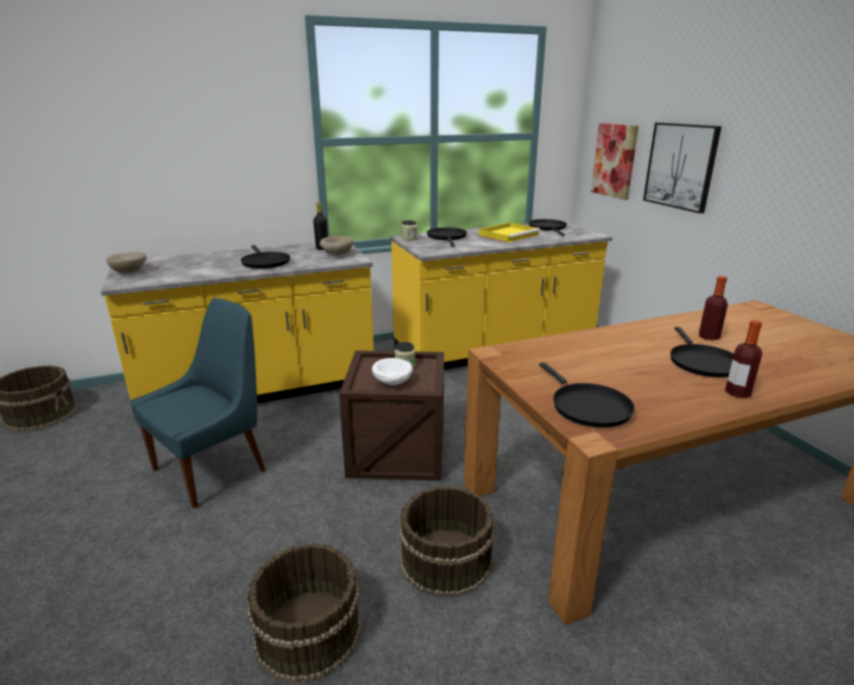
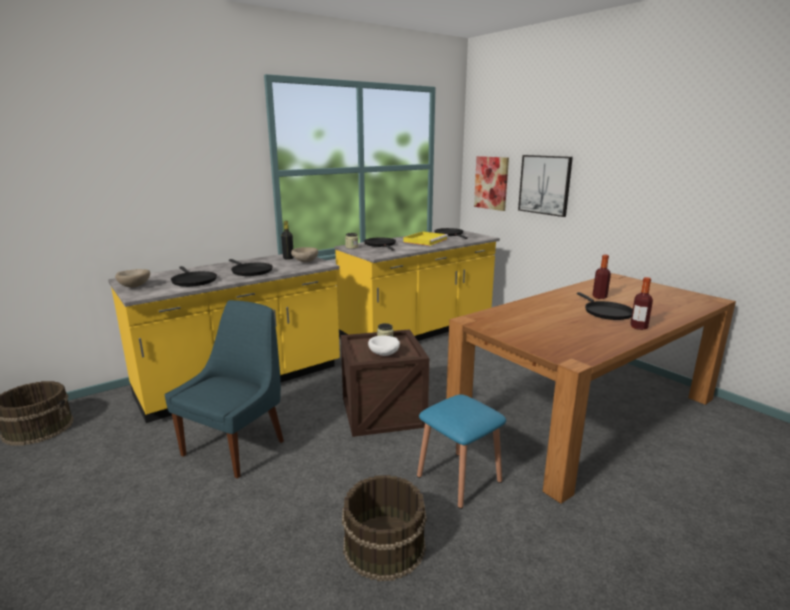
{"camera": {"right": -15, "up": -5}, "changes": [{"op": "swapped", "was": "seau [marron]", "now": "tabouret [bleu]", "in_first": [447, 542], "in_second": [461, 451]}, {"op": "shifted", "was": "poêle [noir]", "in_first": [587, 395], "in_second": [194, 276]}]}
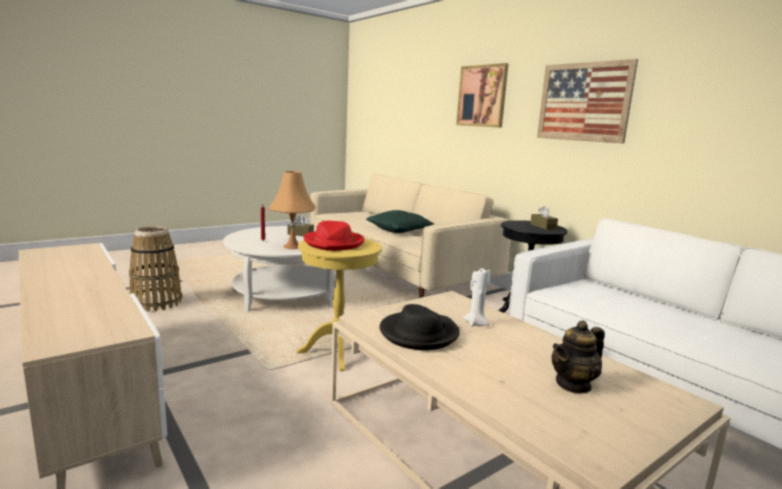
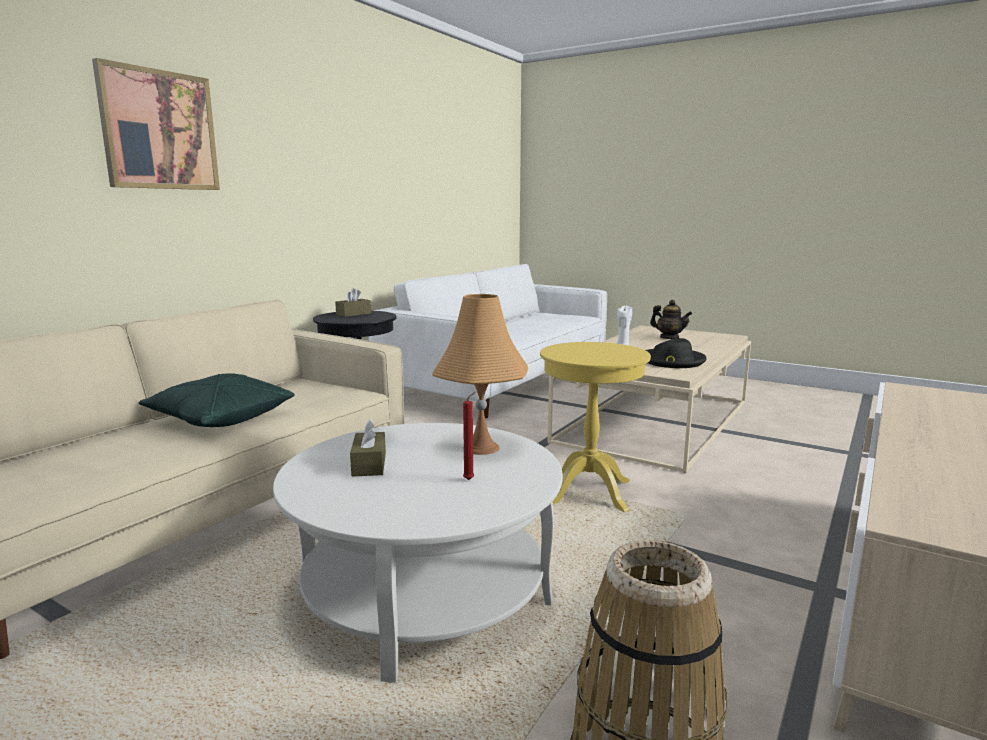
{"camera": {"right": -110, "up": 0}, "changes": [{"op": "gone", "was": "chapeau [rouge]", "in_first": [334, 236]}, {"op": "gone", "was": "tableau", "in_first": [587, 101]}]}
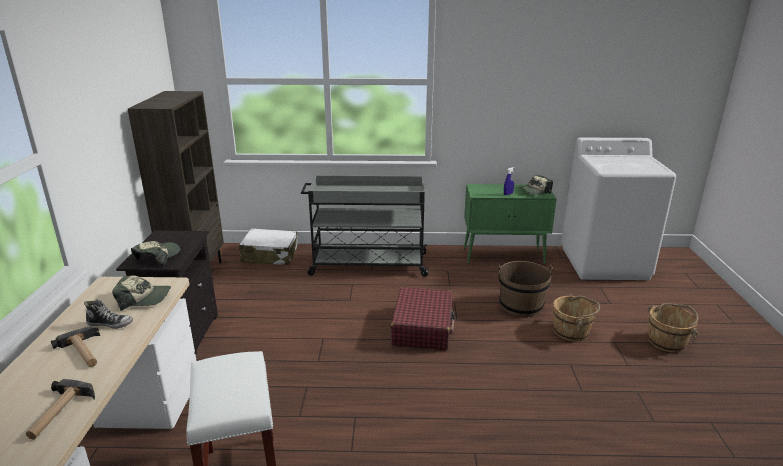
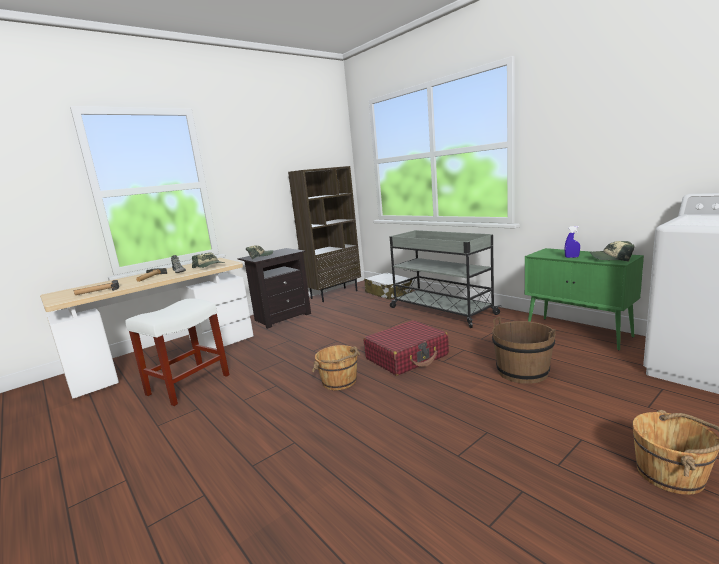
{"camera": {"right": 50, "up": -10}, "changes": [{"op": "shifted", "was": "seau [marron]", "in_first": [576, 318], "in_second": [336, 367]}]}
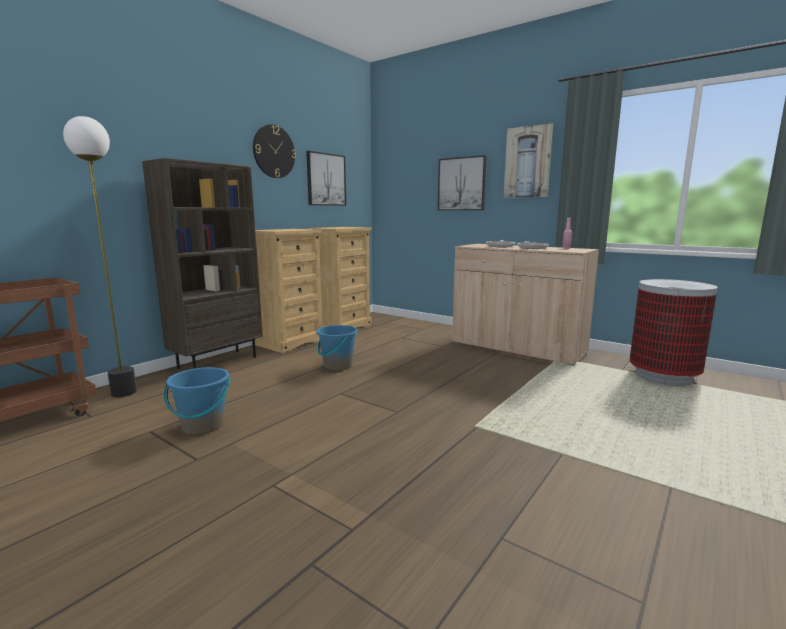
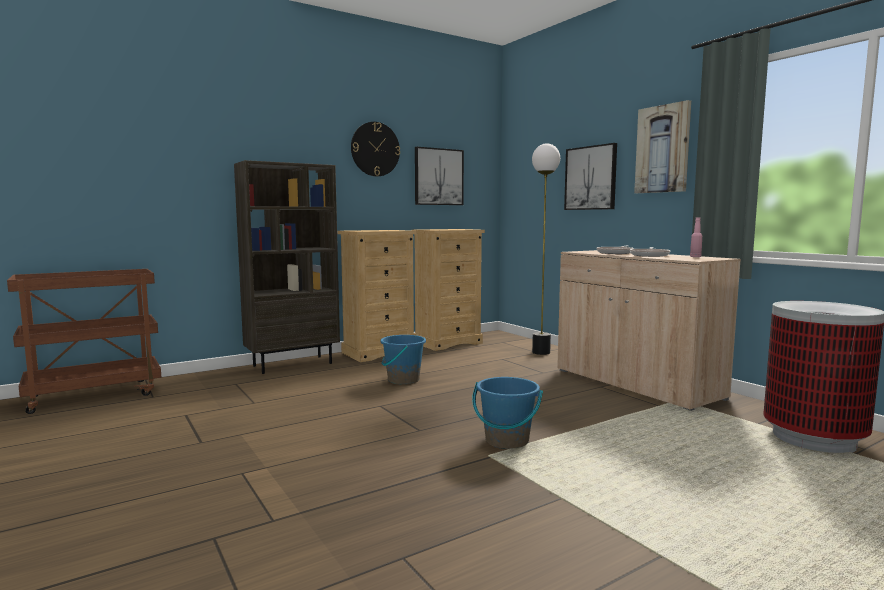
{"camera": {"right": 20, "up": -5}, "changes": [{"op": "shifted", "was": "lampadaire", "in_first": [100, 256], "in_second": [546, 249]}, {"op": "shifted", "was": "seau [bleu]", "in_first": [197, 401], "in_second": [507, 413]}]}
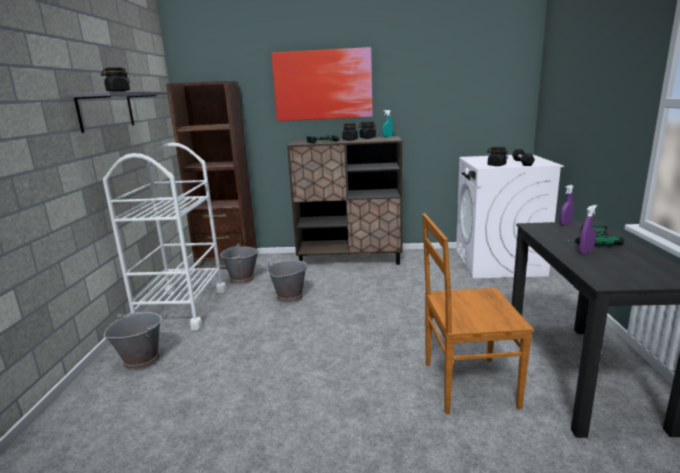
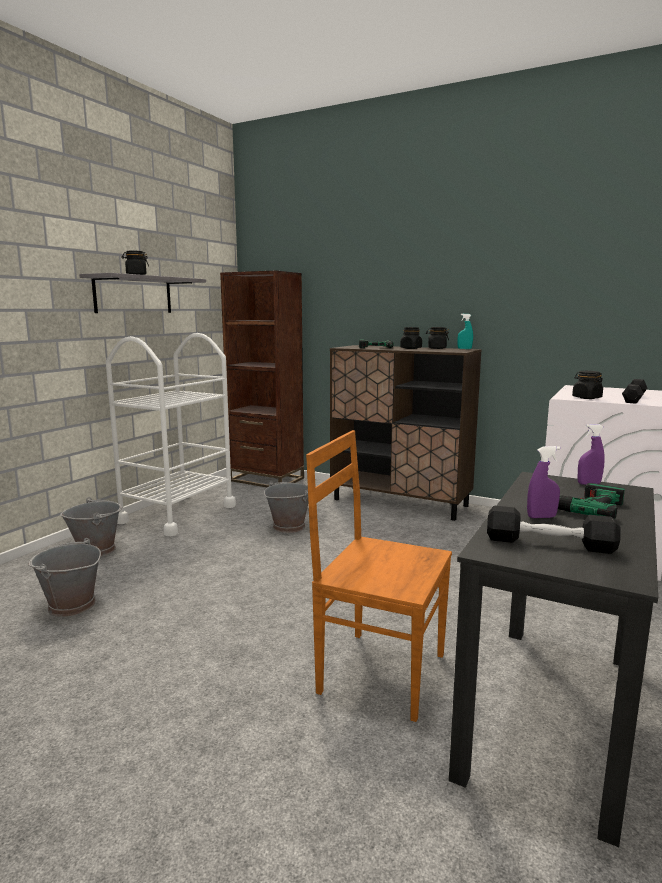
{"camera": {"right": 25, "up": -5}, "changes": [{"op": "shifted", "was": "seau [gris]", "in_first": [239, 263], "in_second": [65, 577]}, {"op": "gone", "was": "tableau", "in_first": [322, 84]}, {"op": "new", "now": "haltère [noir]", "in_second": [554, 530]}]}
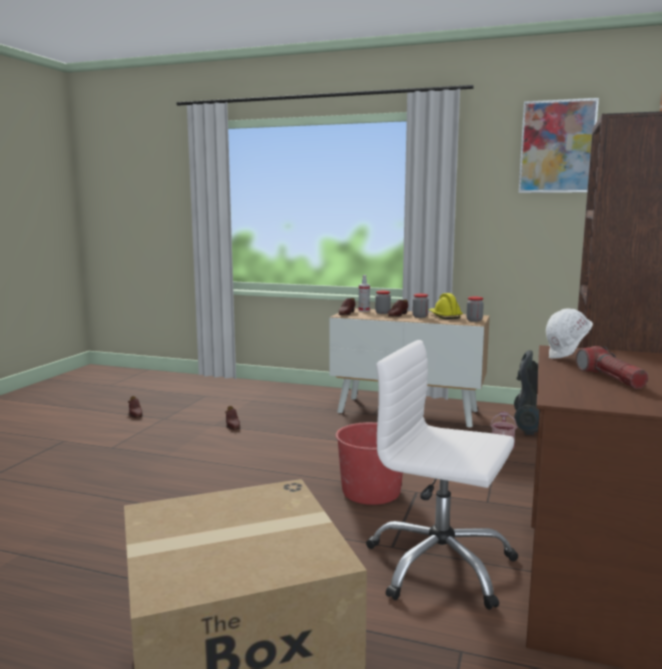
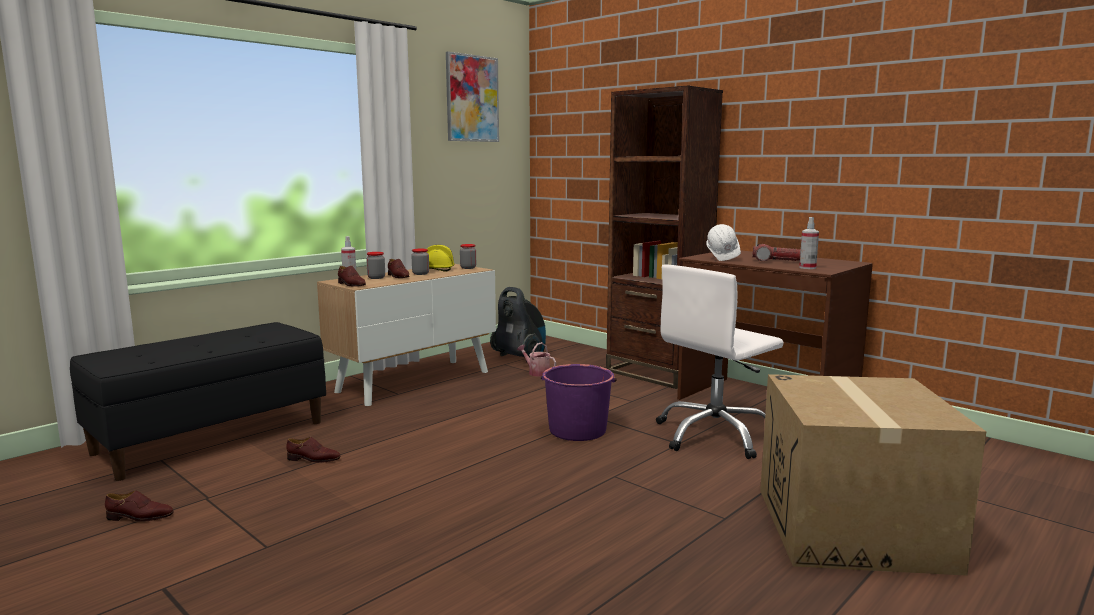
{"camera": {"right": -65, "up": 0}, "changes": [{"op": "repainted", "was": "seau [rouge]", "now": "seau [violet]", "in_first": [369, 463], "in_second": [579, 402]}, {"op": "new", "now": "banc [noir]", "in_second": [198, 401]}, {"op": "new", "now": "vaporisateur", "in_second": [809, 243]}]}
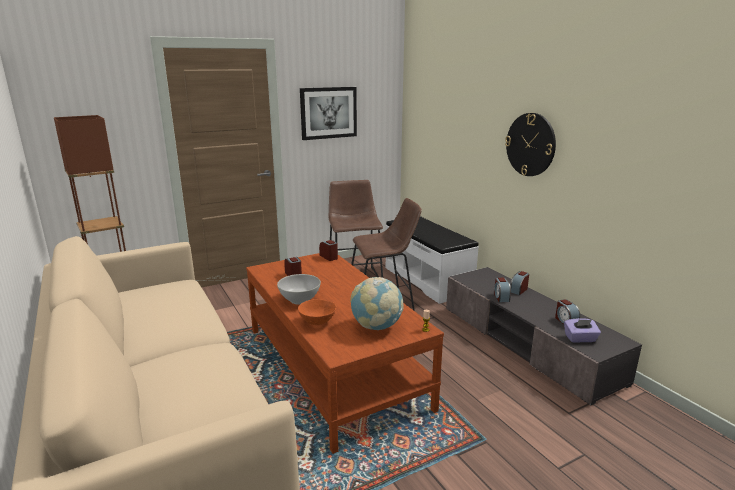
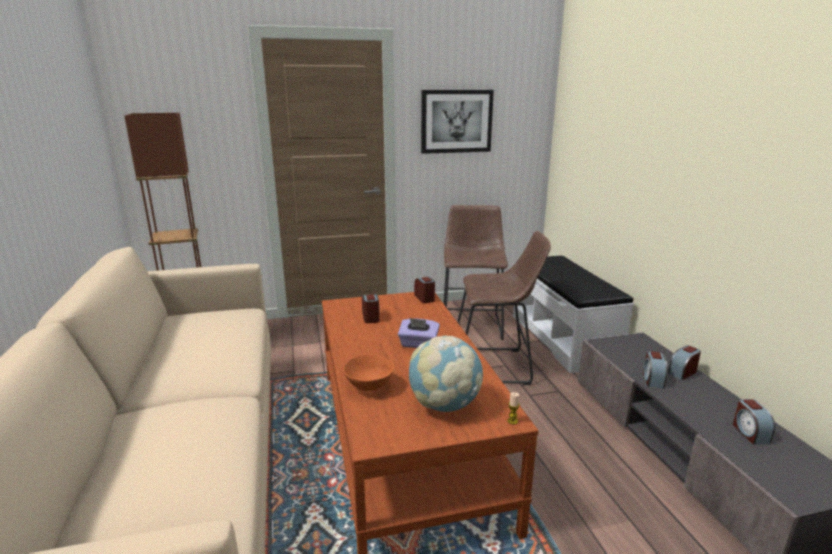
{"camera": {"right": 15, "up": 0}, "changes": [{"op": "gone", "was": "bol [blanc]", "in_first": [299, 289]}, {"op": "gone", "was": "horloge murale", "in_first": [530, 144]}, {"op": "shifted", "was": "boîte à mouchoirs [violet]", "in_first": [582, 330], "in_second": [419, 333]}]}
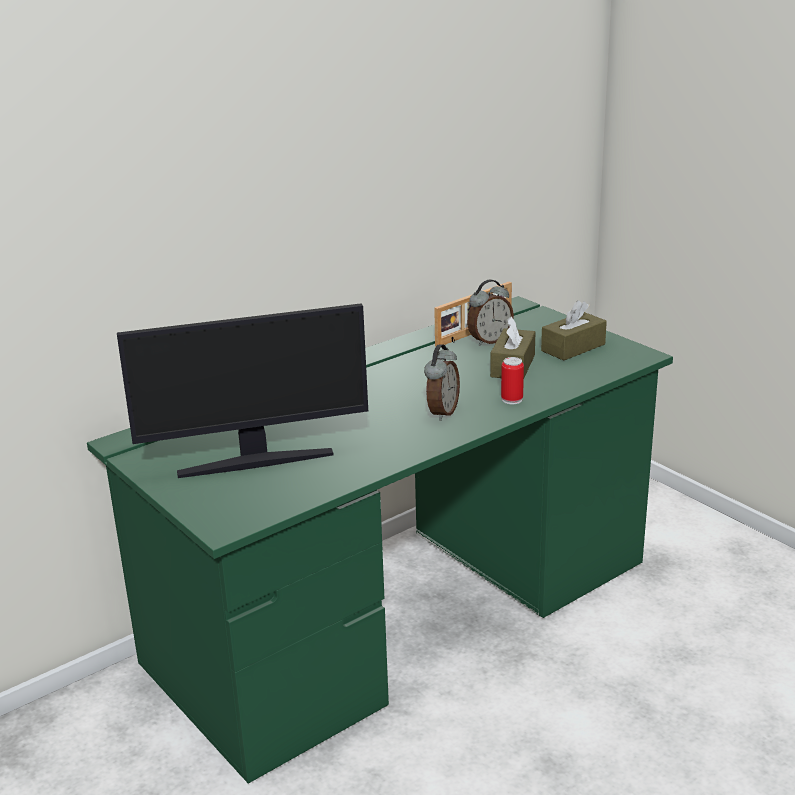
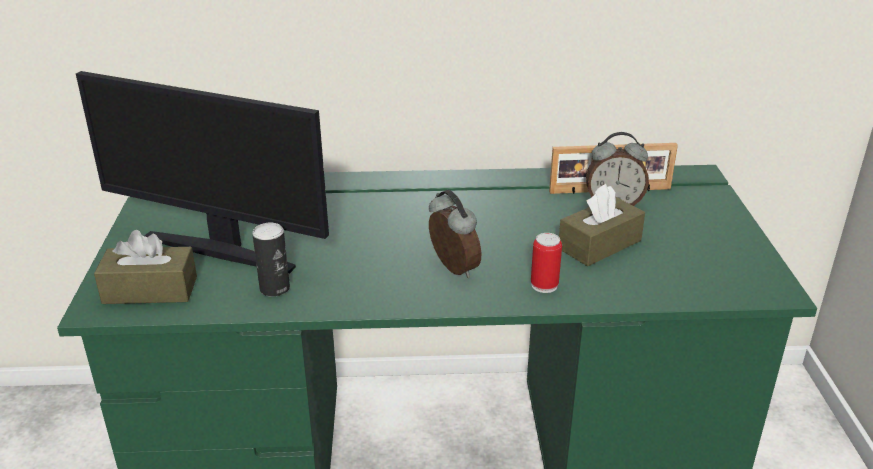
{"camera": {"right": 35, "up": 5}, "changes": [{"op": "rotated", "was": "réveil", "in_first": [442, 382], "in_second": [455, 234], "clockwise": -90}, {"op": "shifted", "was": "boîte à mouchoirs [marron]", "in_first": [574, 330], "in_second": [145, 267]}, {"op": "new", "now": "boîte métallique", "in_second": [271, 260]}]}
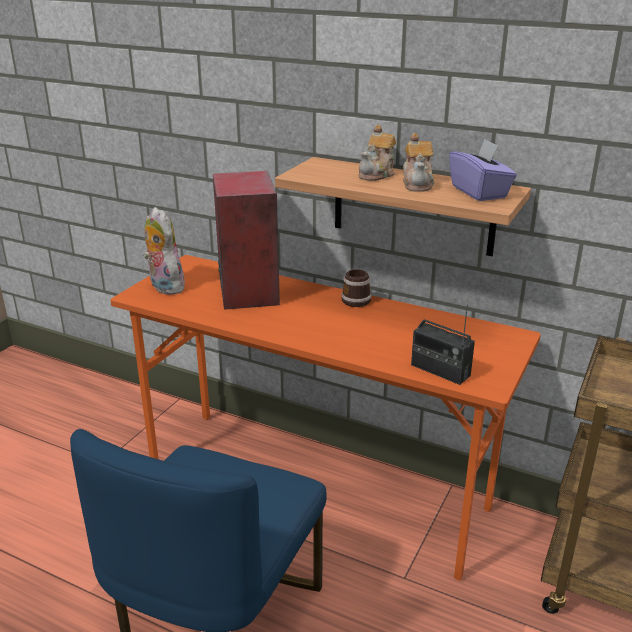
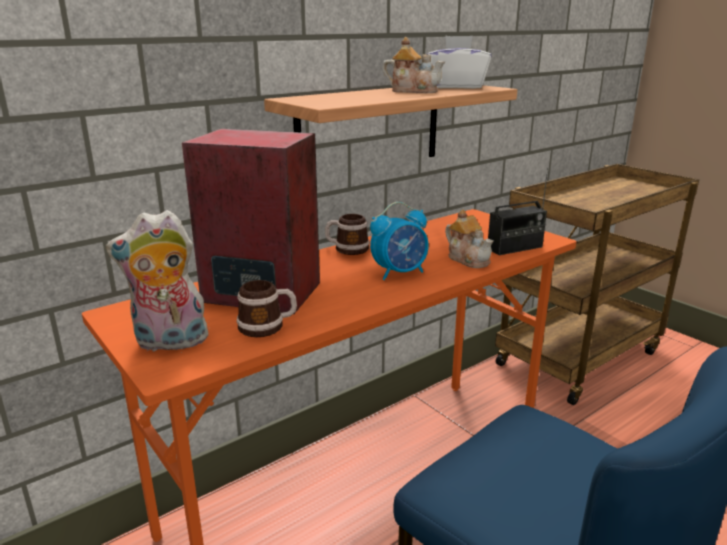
{"camera": {"right": -65, "up": -5}, "changes": [{"op": "shifted", "was": "théière", "in_first": [377, 153], "in_second": [469, 239]}, {"op": "repainted", "was": "boîte à mouchoirs [violet]", "now": "boîte à mouchoirs [blanc]", "in_first": [483, 170], "in_second": [459, 62]}, {"op": "new", "now": "mug", "in_second": [267, 308]}, {"op": "new", "now": "réveil", "in_second": [399, 241]}]}
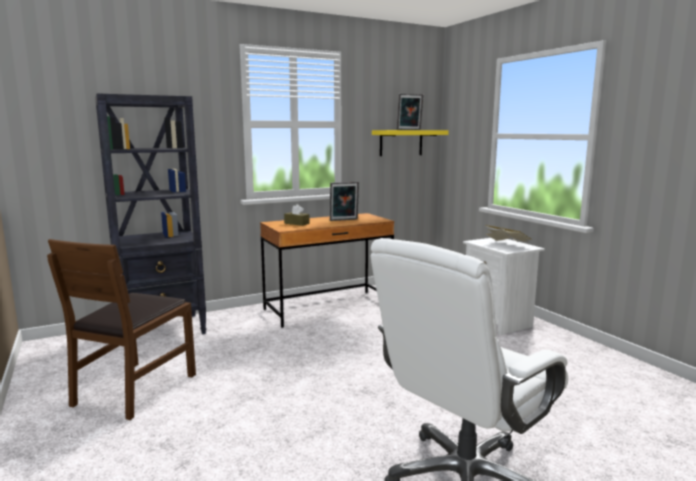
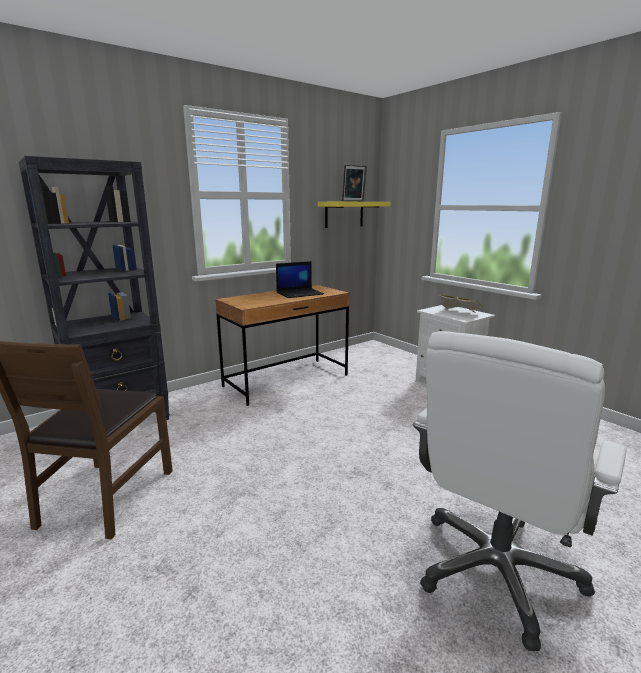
{"camera": {"right": -10, "up": 5}, "changes": [{"op": "gone", "was": "boîte à mouchoirs [marron]", "in_first": [297, 215]}, {"op": "swapped", "was": "cadre photo", "now": "ordinateur portable", "in_first": [344, 201], "in_second": [300, 279]}]}
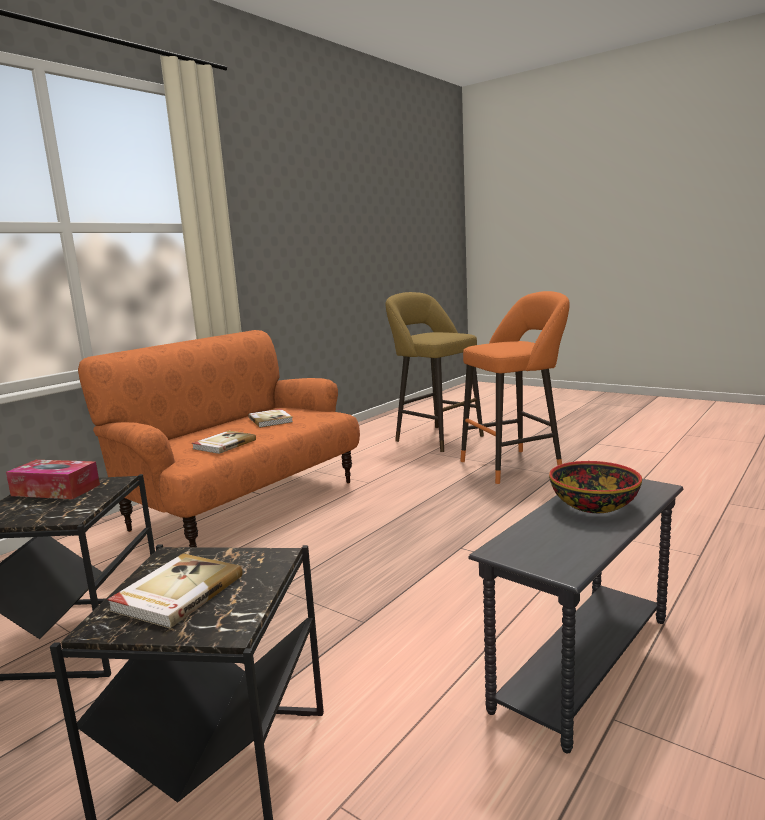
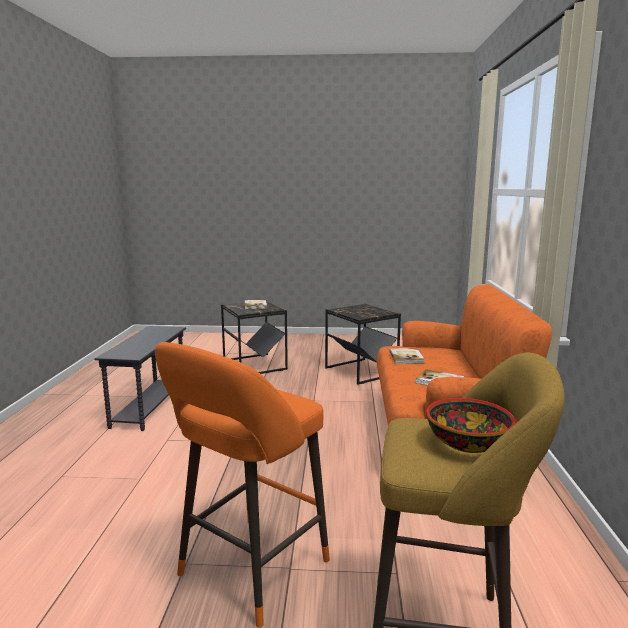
{"camera": {"right": 145, "up": 0}, "changes": [{"op": "gone", "was": "boîte à mouchoirs", "in_first": [53, 479]}, {"op": "shifted", "was": "bol", "in_first": [595, 487], "in_second": [471, 425]}]}
